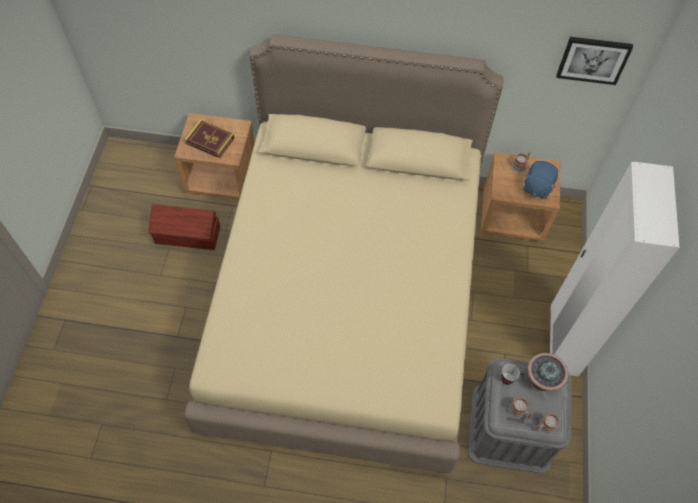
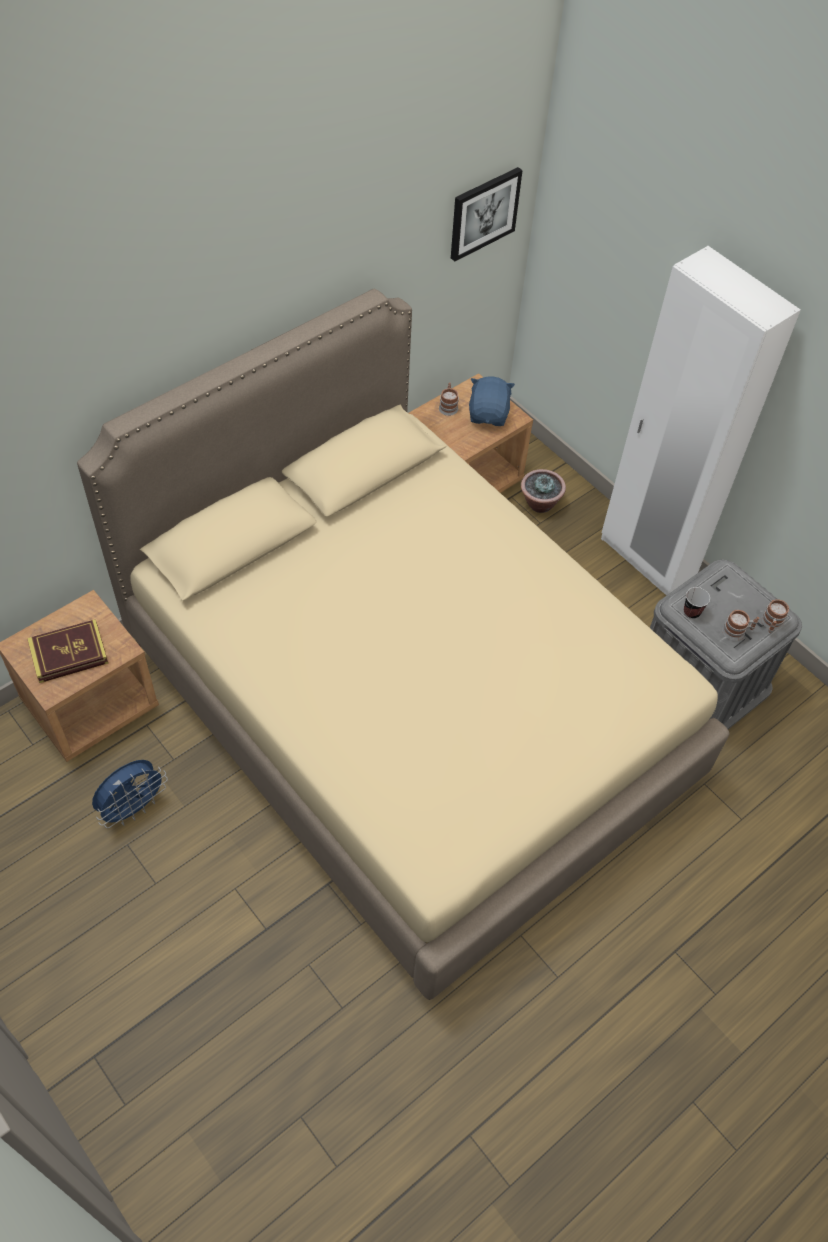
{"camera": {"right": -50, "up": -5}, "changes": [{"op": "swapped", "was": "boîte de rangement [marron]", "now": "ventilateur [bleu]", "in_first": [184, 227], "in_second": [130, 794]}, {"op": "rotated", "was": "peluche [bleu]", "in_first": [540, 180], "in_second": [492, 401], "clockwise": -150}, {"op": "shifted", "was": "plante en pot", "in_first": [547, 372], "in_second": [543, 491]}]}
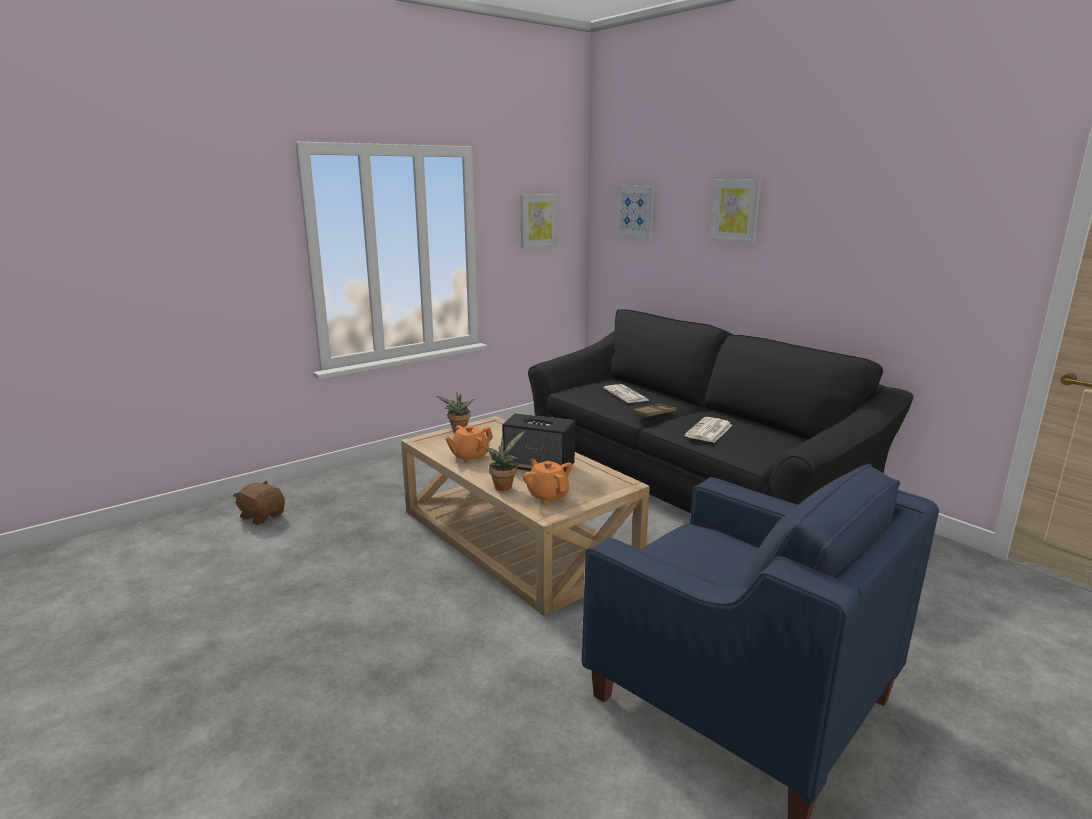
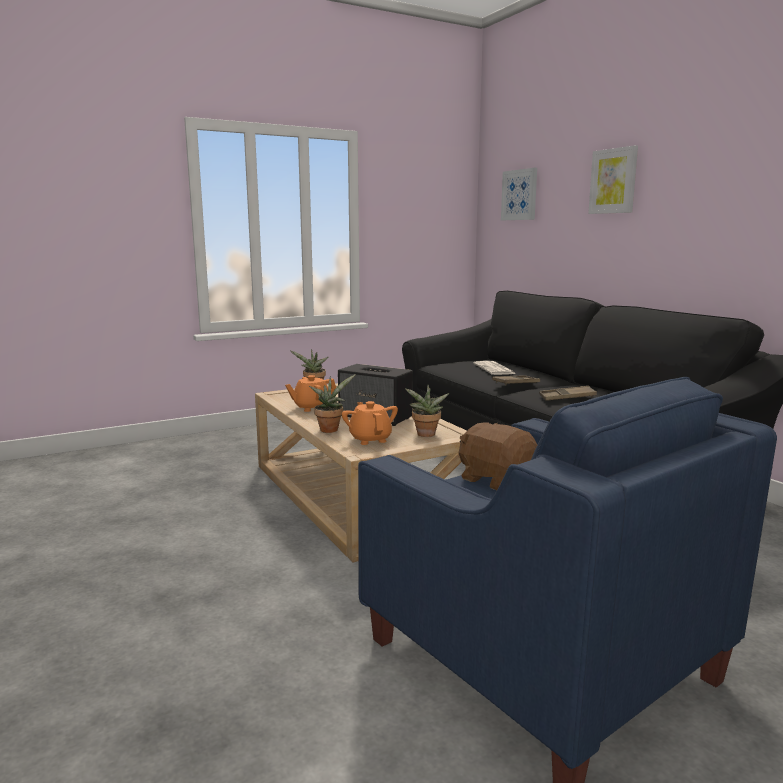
{"camera": {"right": 10, "up": -5}, "changes": [{"op": "shifted", "was": "peluche [marron]", "in_first": [259, 503], "in_second": [498, 456]}, {"op": "gone", "was": "tableau", "in_first": [539, 221]}, {"op": "swapped", "was": "journal", "now": "plateau [marron]", "in_first": [708, 430], "in_second": [568, 393]}, {"op": "new", "now": "plante en pot", "in_second": [427, 411]}]}
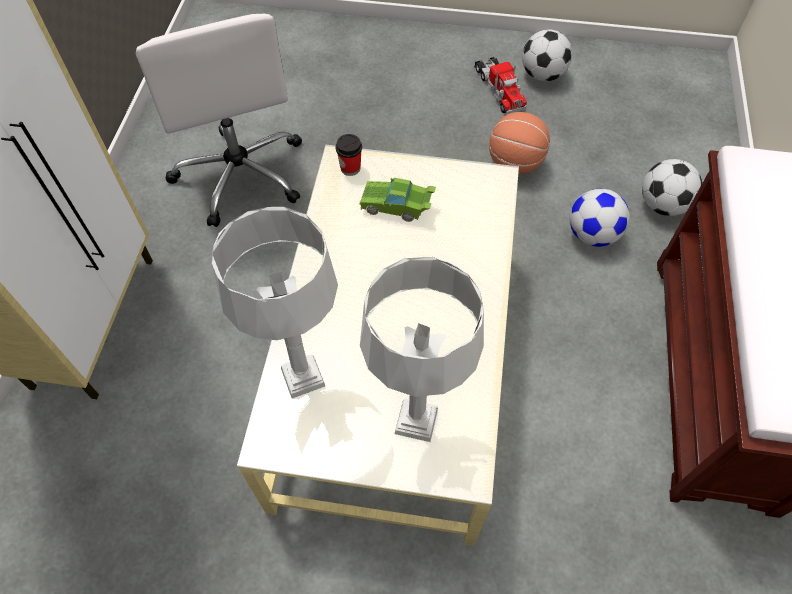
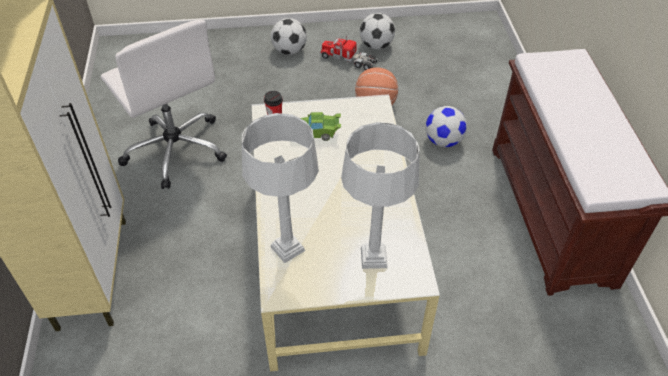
{"camera": {"right": -15, "up": -10}, "changes": [{"op": "rotated", "was": "camion jouet", "in_first": [501, 85], "in_second": [348, 52], "clockwise": 150}, {"op": "shifted", "was": "ballon de foot", "in_first": [672, 187], "in_second": [289, 36]}]}
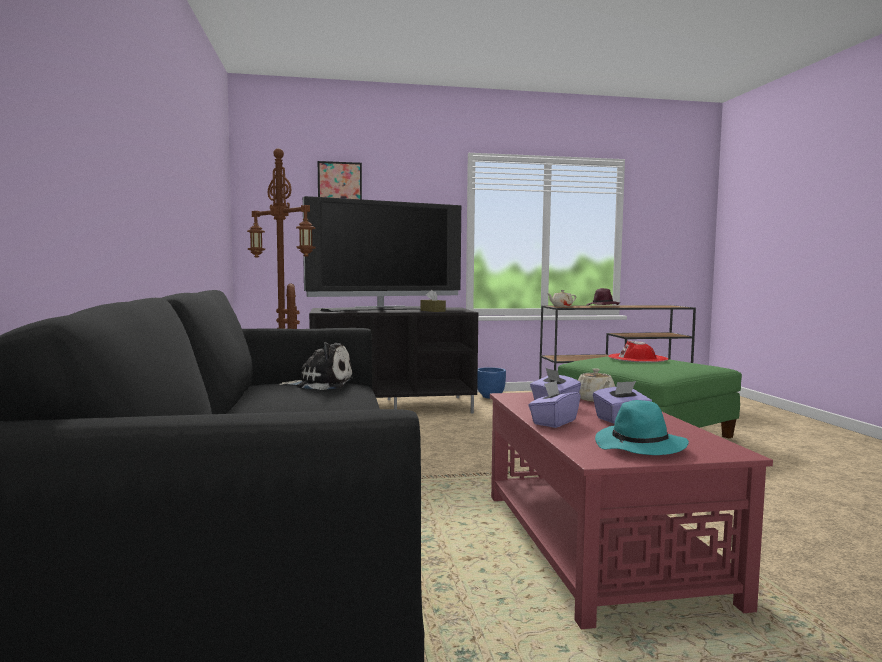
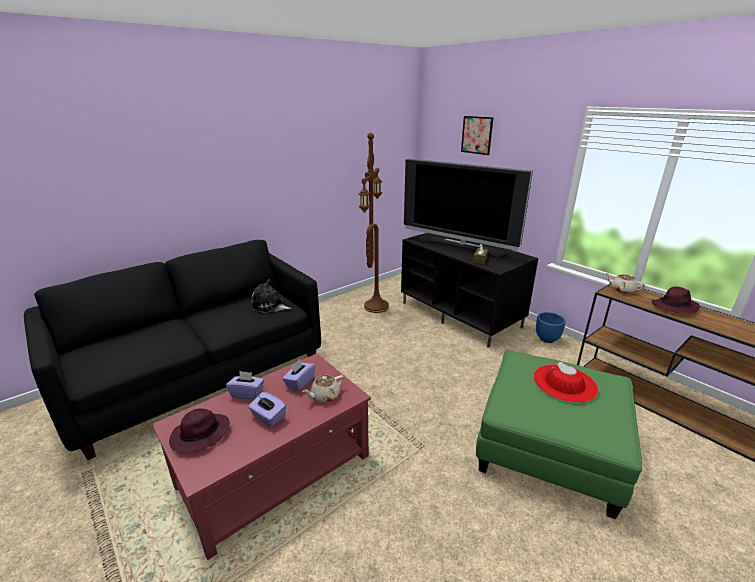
{"camera": {"right": 60, "up": 20}, "changes": [{"op": "rotated", "was": "peluche", "in_first": [316, 366], "in_second": [271, 296], "clockwise": 135}, {"op": "repainted", "was": "chapeau [turquoise]", "now": "chapeau [violet]", "in_first": [642, 427], "in_second": [199, 431]}]}
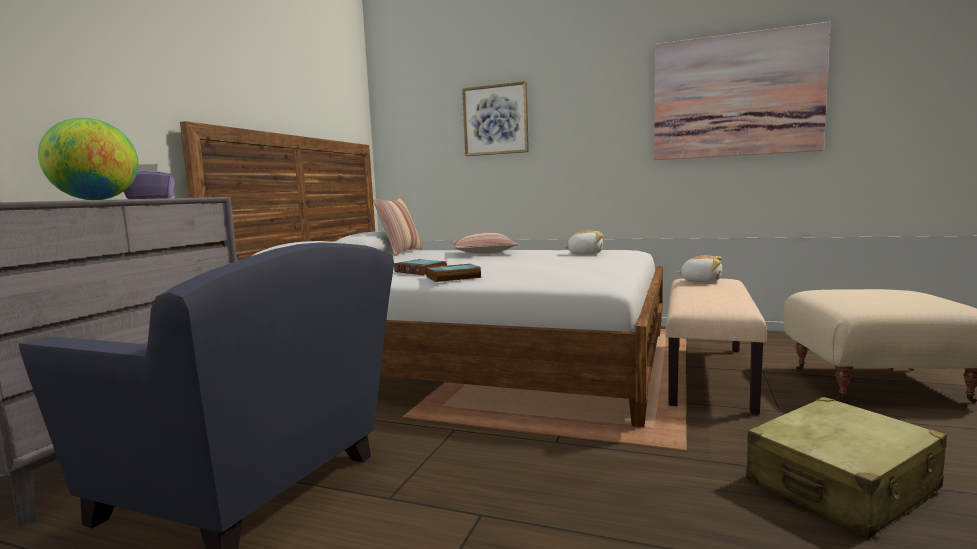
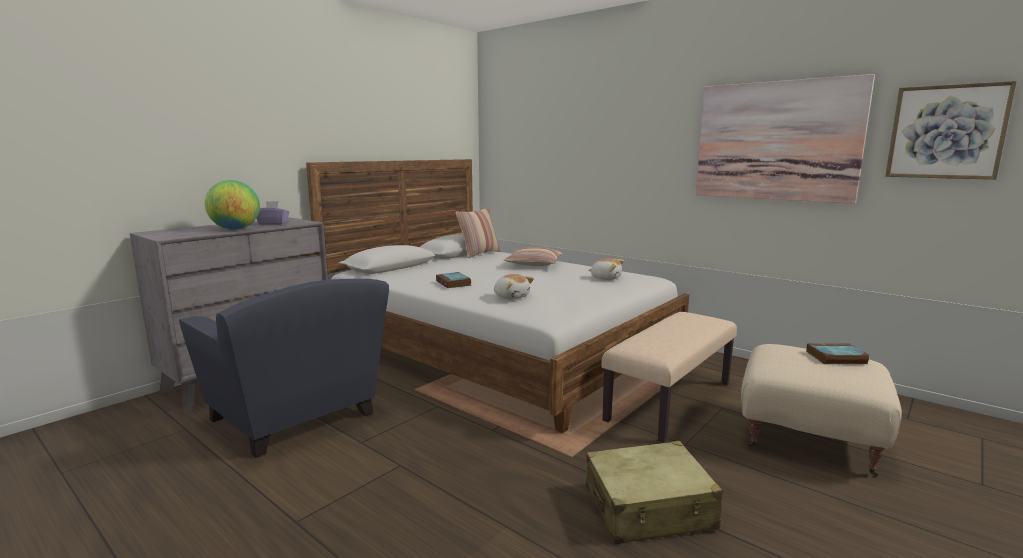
{"camera": {"right": 20, "up": 5}, "changes": [{"op": "shifted", "was": "livre", "in_first": [454, 273], "in_second": [837, 353]}, {"op": "shifted", "was": "tableau", "in_first": [495, 118], "in_second": [951, 130]}, {"op": "shifted", "was": "peluche", "in_first": [698, 269], "in_second": [514, 287]}]}
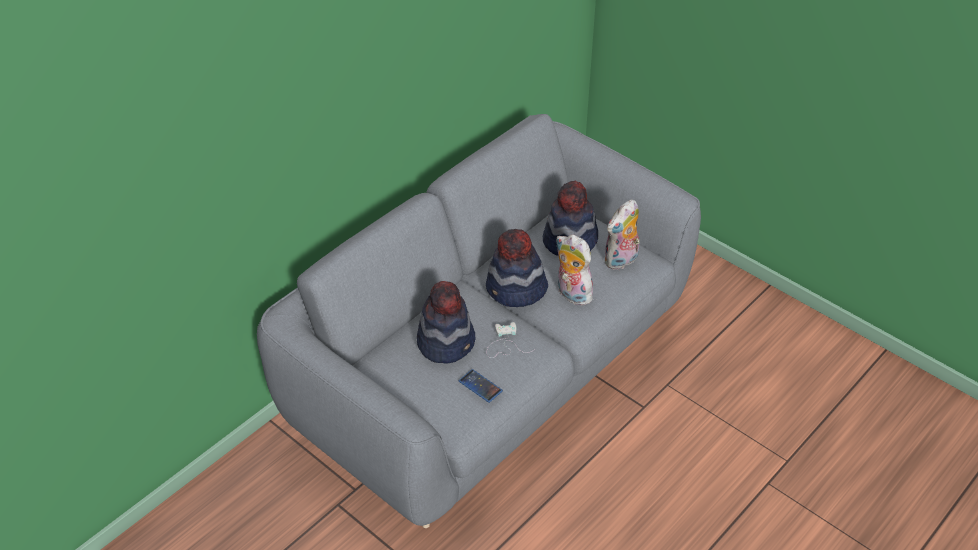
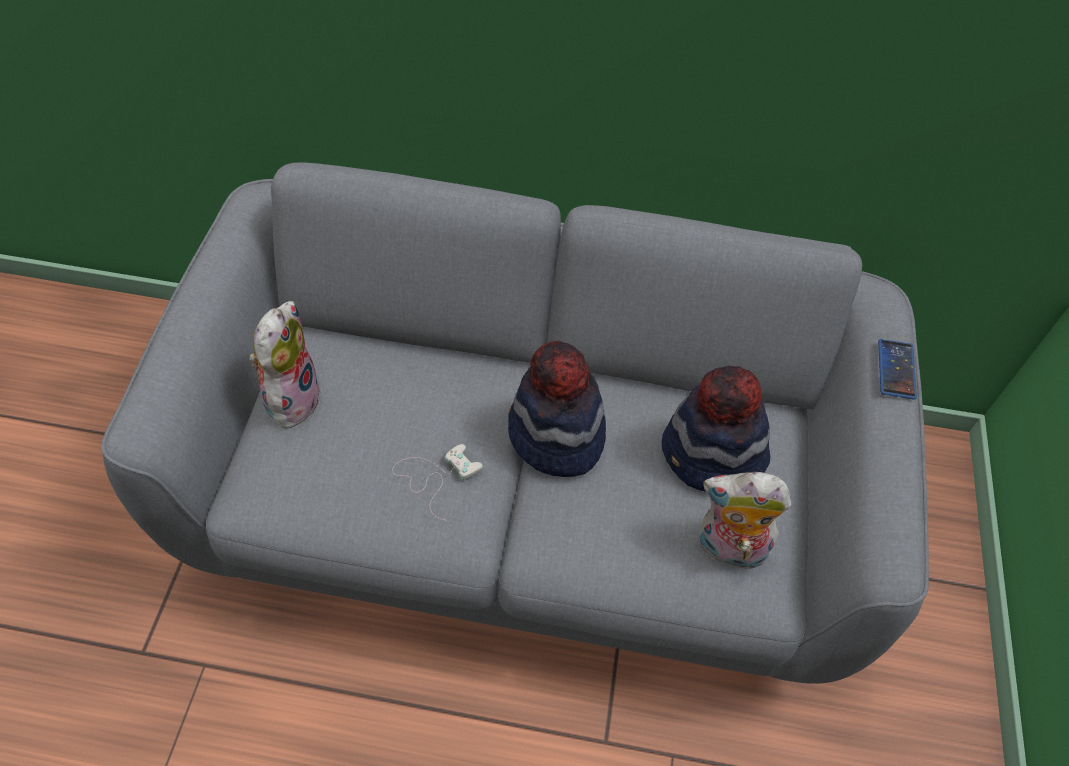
{"camera": {"right": 55, "up": 10}, "changes": [{"op": "gone", "was": "chapeau", "in_first": [446, 322]}, {"op": "shifted", "was": "téléphone", "in_first": [481, 386], "in_second": [897, 369]}, {"op": "shifted", "was": "peluche", "in_first": [575, 270], "in_second": [284, 367]}]}
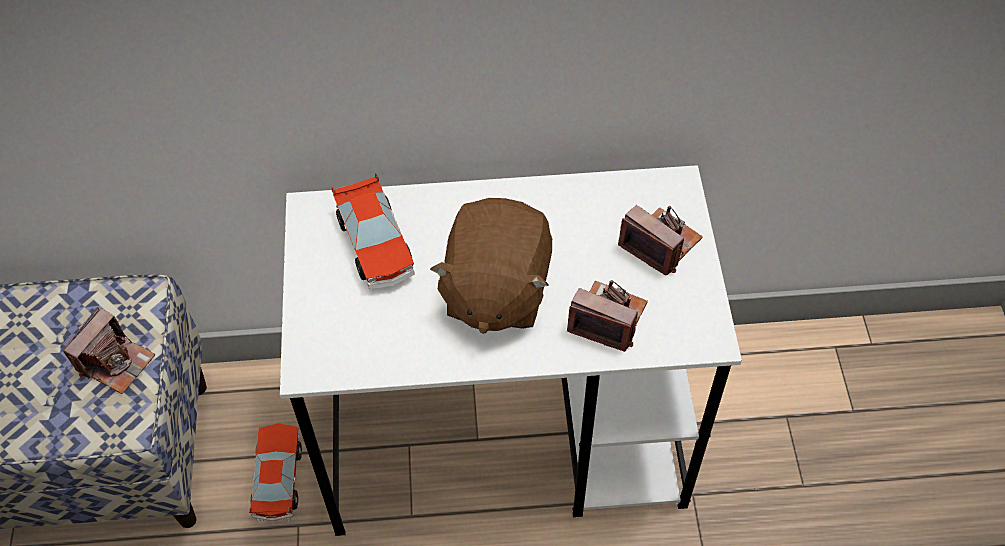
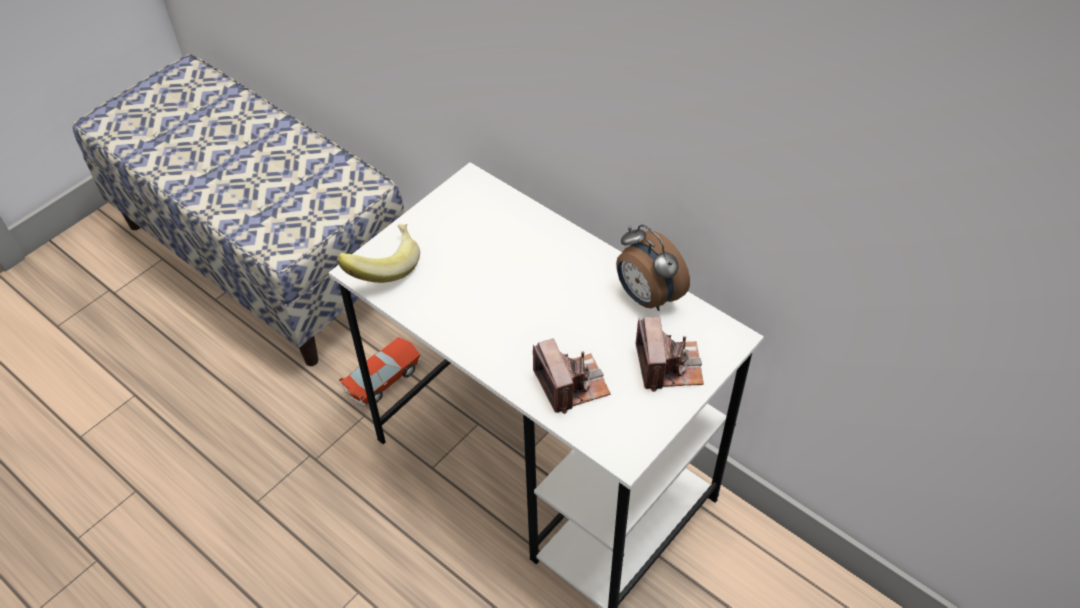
{"camera": {"right": 45, "up": -5}, "changes": [{"op": "gone", "was": "appareil photo", "in_first": [109, 350]}, {"op": "gone", "was": "petite voiture", "in_first": [373, 231]}, {"op": "gone", "was": "peluche [marron]", "in_first": [491, 266]}, {"op": "new", "now": "banane", "in_second": [378, 253]}, {"op": "new", "now": "réveil", "in_second": [653, 268]}]}
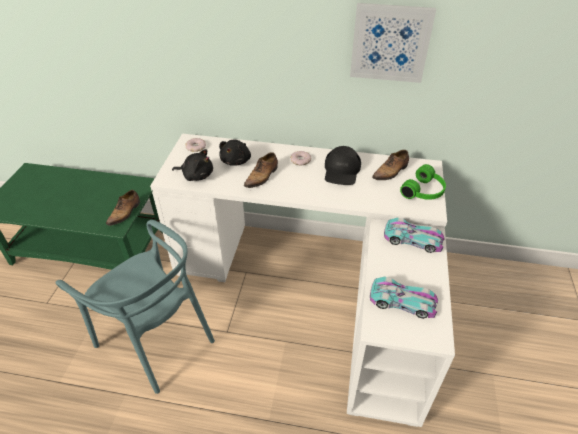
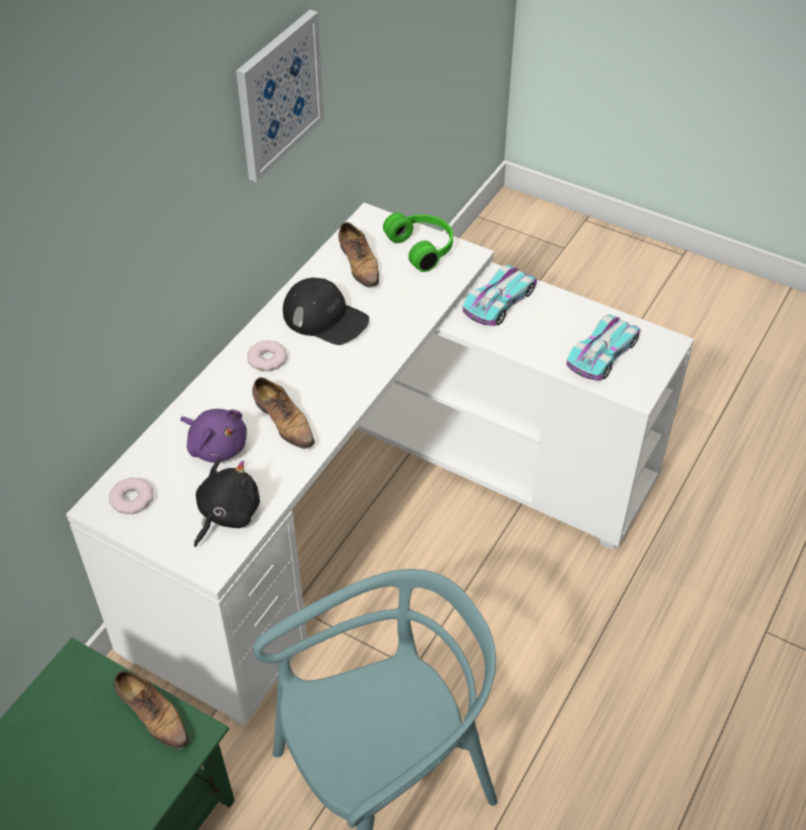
{"camera": {"right": -70, "up": 5}, "changes": [{"op": "repainted", "was": "peluche [noir]", "now": "peluche [violet]", "in_first": [235, 153], "in_second": [214, 436]}]}
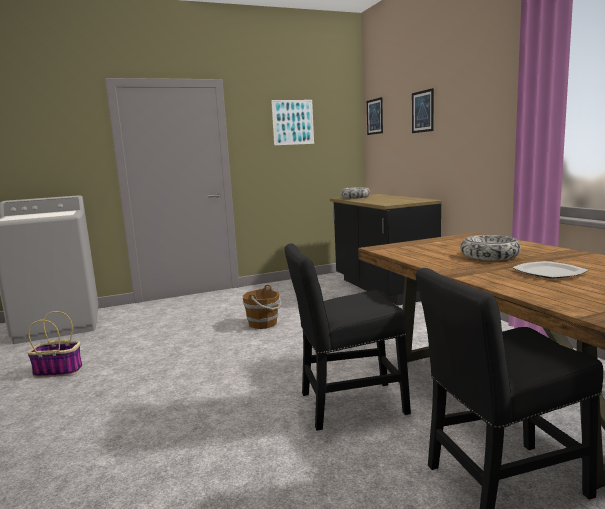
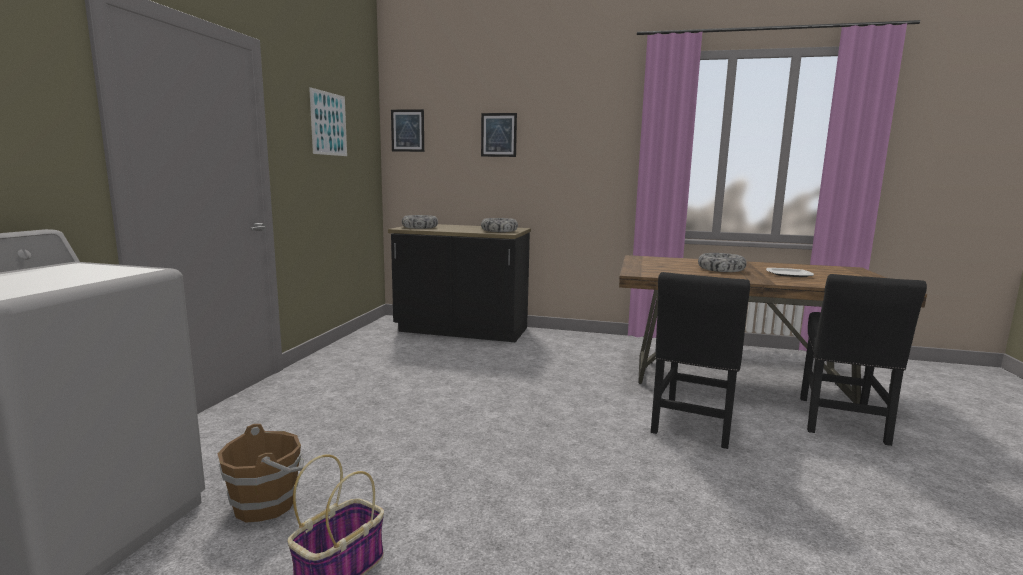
{"camera": {"right": -55, "up": 0}, "changes": [{"op": "shifted", "was": "seau [marron]", "in_first": [262, 307], "in_second": [260, 473]}, {"op": "new", "now": "bol", "in_second": [499, 225]}]}
